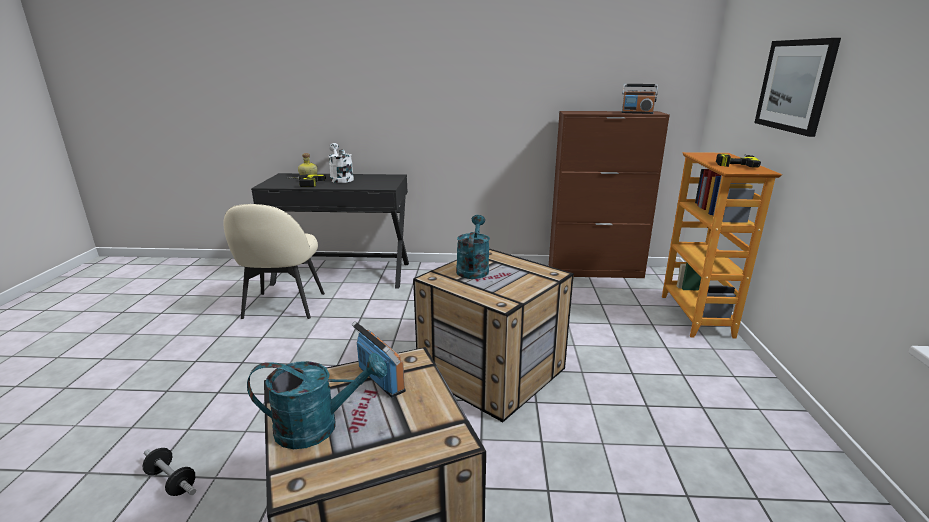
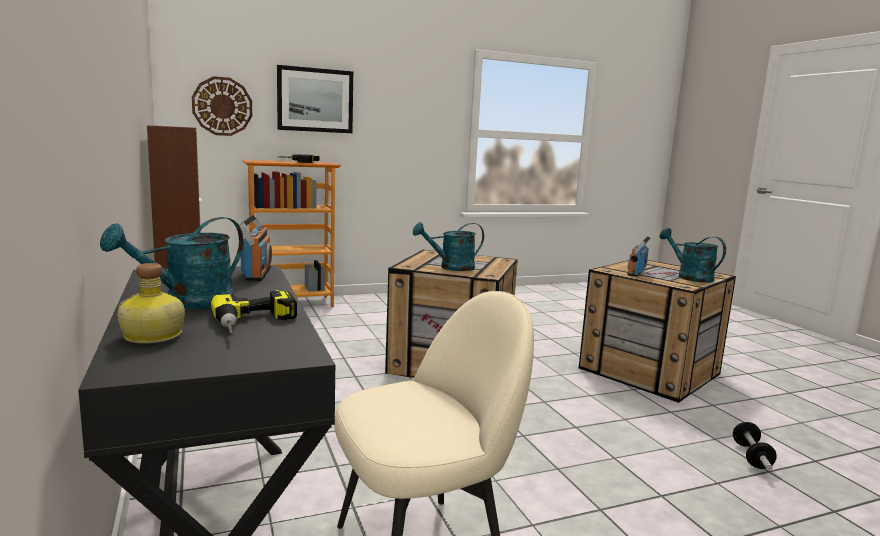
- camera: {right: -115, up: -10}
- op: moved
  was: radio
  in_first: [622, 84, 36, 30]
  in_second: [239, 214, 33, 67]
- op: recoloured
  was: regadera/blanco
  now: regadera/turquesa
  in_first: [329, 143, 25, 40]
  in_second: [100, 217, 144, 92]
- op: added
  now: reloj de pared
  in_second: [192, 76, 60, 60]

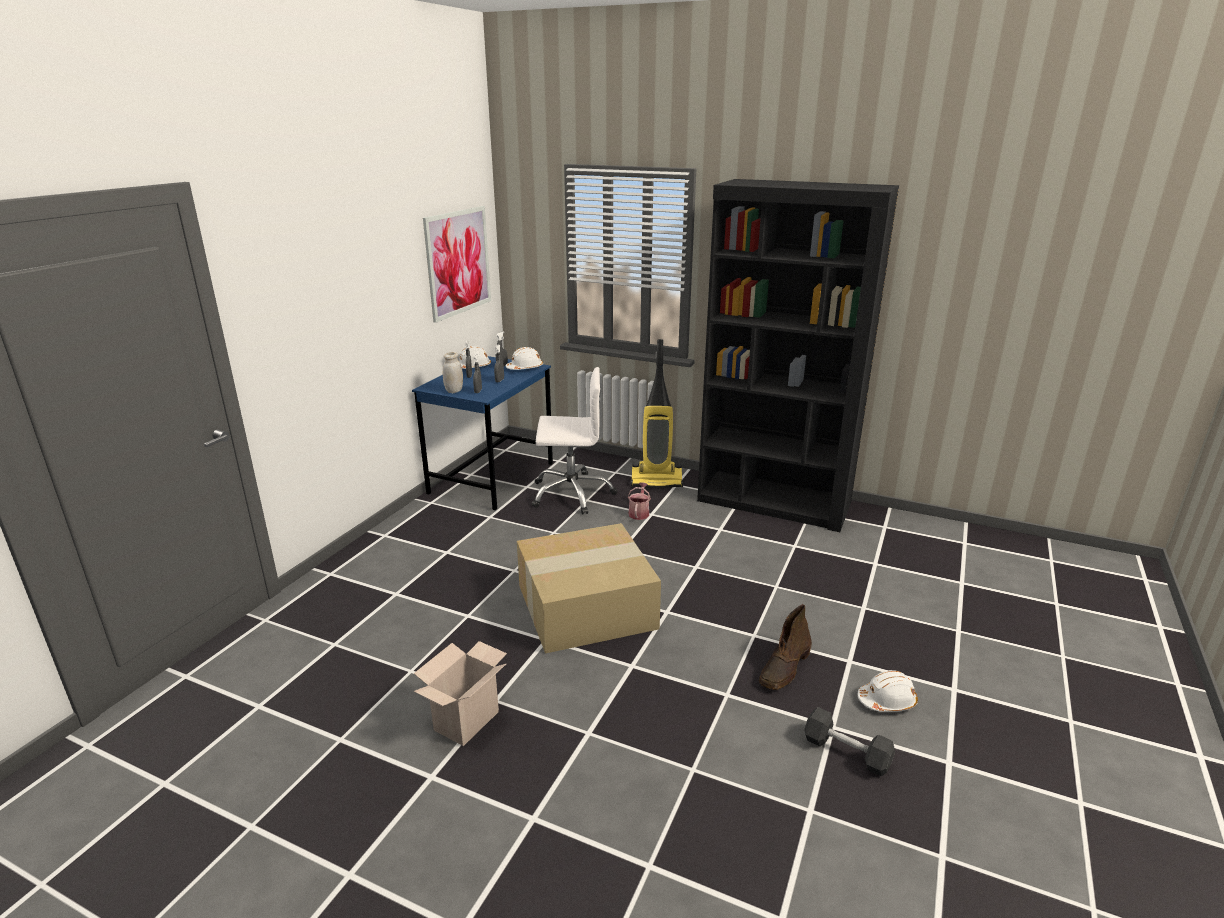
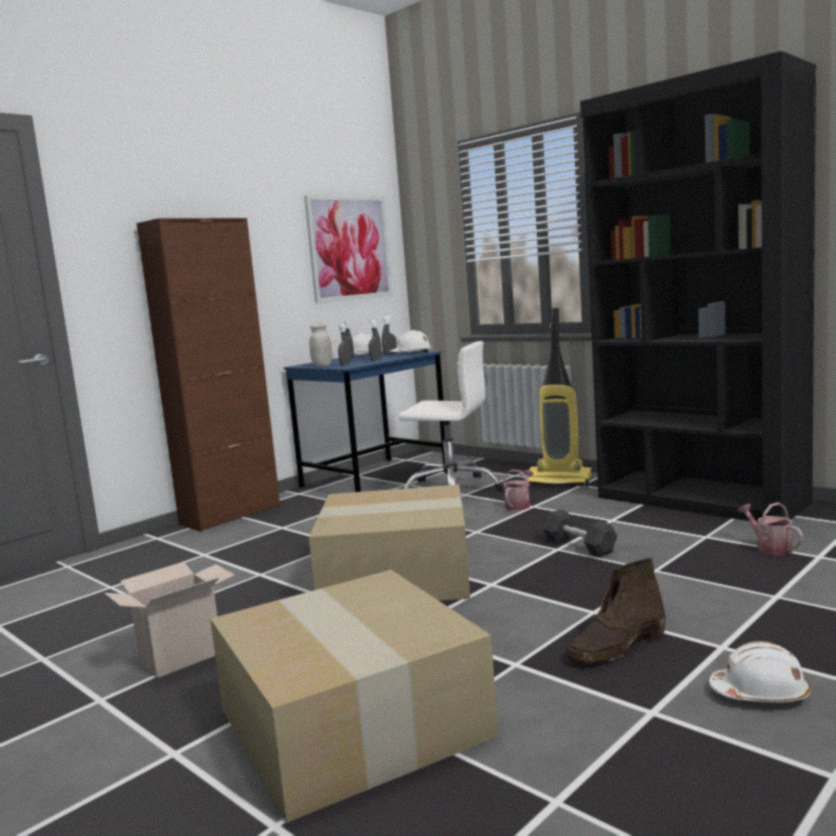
- camera: {right: 20, up: -15}
- op: moved
  was: mancuerna/gris
  in_first: [804, 707, 91, 69]
  in_second: [542, 510, 75, 47]
- op: added
  now: armario/marrón
  in_second: [137, 218, 143, 314]
- op: added
  now: regadera
  in_second: [738, 502, 65, 53]
- op: added
  now: caja de cartón
  in_second: [210, 570, 288, 252]

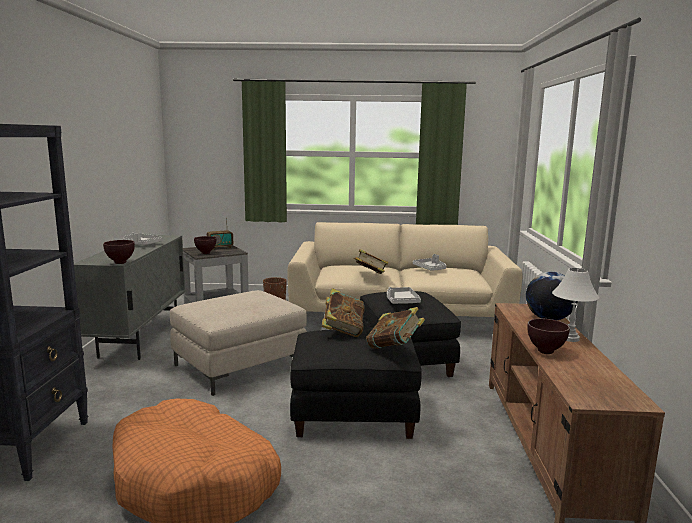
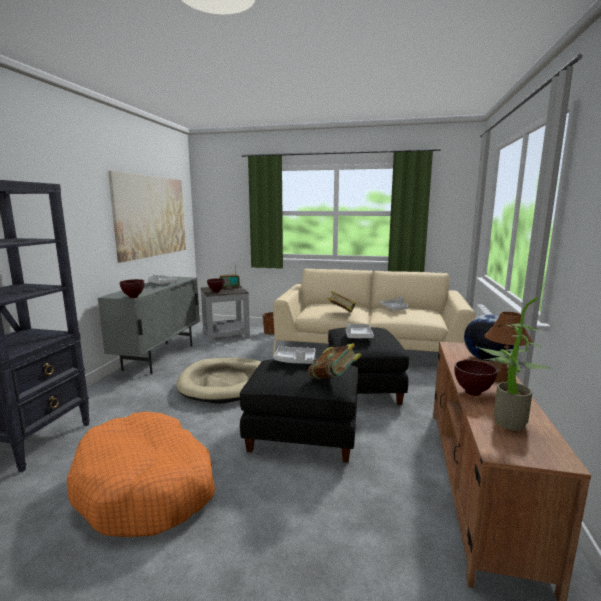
- camera: {right: 10, up: 0}
- op: recoloured
  was: lámpara de mesa/blanco
  now: lámpara de mesa/marrón
  in_first: [552, 268, 47, 74]
  in_second: [484, 312, 49, 71]
- op: replaced
  was: libro
  now: bandeja/gris
  in_first: [321, 288, 44, 49]
  in_second: [274, 347, 42, 17]
- op: replaced
  was: puf/beis
  now: cama para perro/beis
  in_first: [170, 290, 137, 106]
  in_second: [176, 358, 85, 46]
- op: added
  now: cuadro
  in_second: [108, 171, 78, 92]
- op: added
  now: planta en maceta
  in_second: [475, 297, 79, 134]

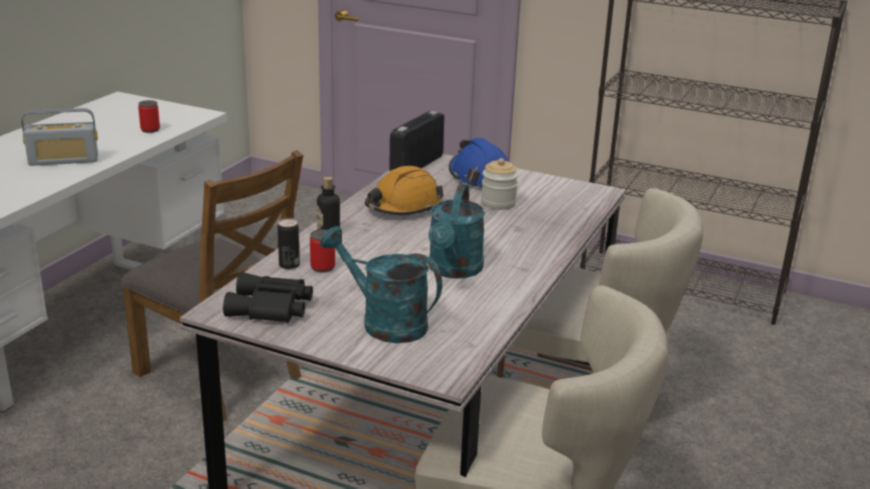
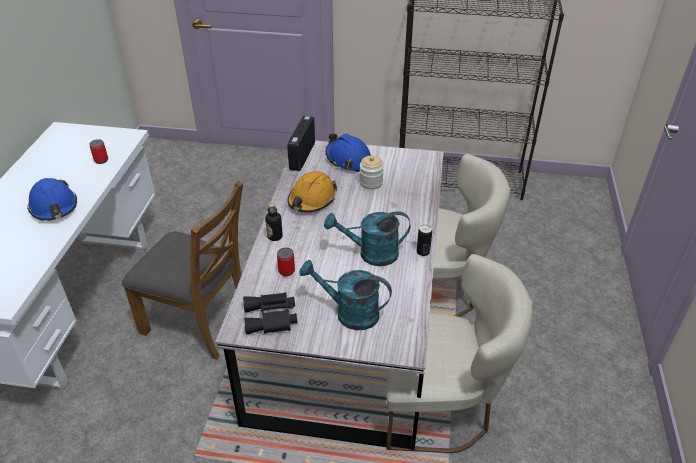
- camera: {right: -15, up: 15}
- op: replaced
  was: radio
  now: casco/azul
  in_first: [21, 108, 77, 58]
  in_second: [27, 178, 50, 43]
- op: turned
  was: regadera/turquesa
  in_first: [429, 184, 56, 95]
  in_second: [324, 211, 86, 55]
  clockwise: 90
- op: moved
  was: lata
  in_first: [278, 218, 22, 51]
  in_second: [417, 224, 15, 32]

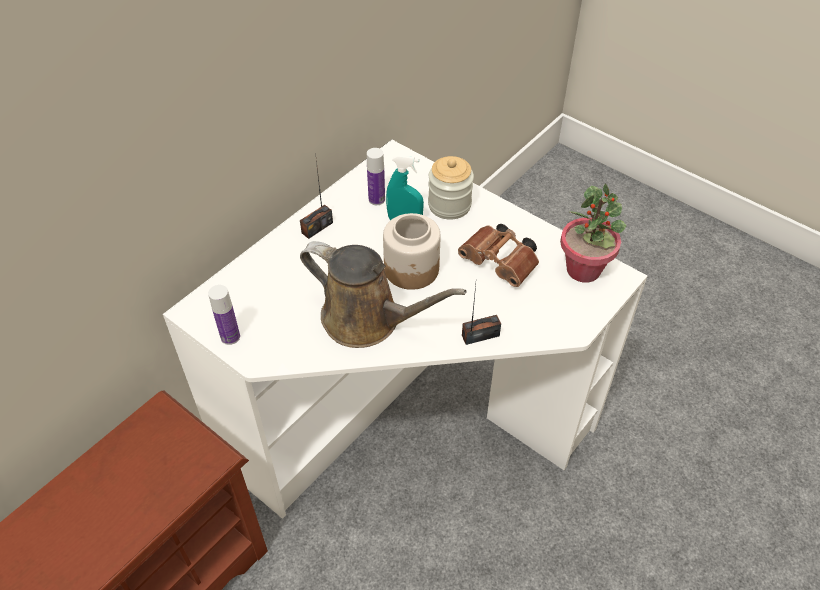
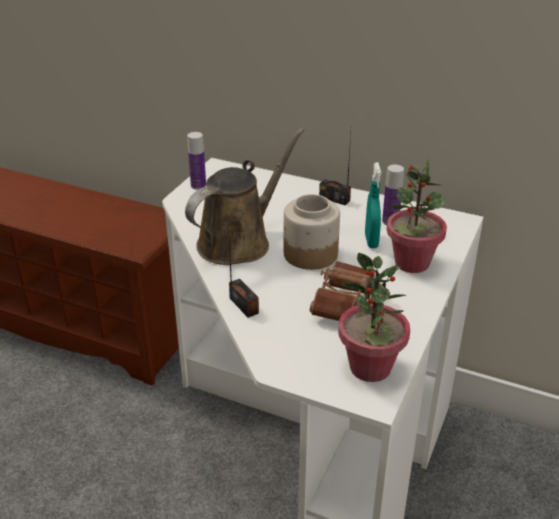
- camera: {right: 75, up: -15}
- op: replaced
  was: tarro
  now: planta en maceta
  in_first: [428, 156, 46, 64]
  in_second: [387, 158, 60, 115]
- op: turned
  was: regadera/marrón
  in_first: [300, 241, 167, 107]
  in_second: [185, 128, 120, 137]
  clockwise: -150

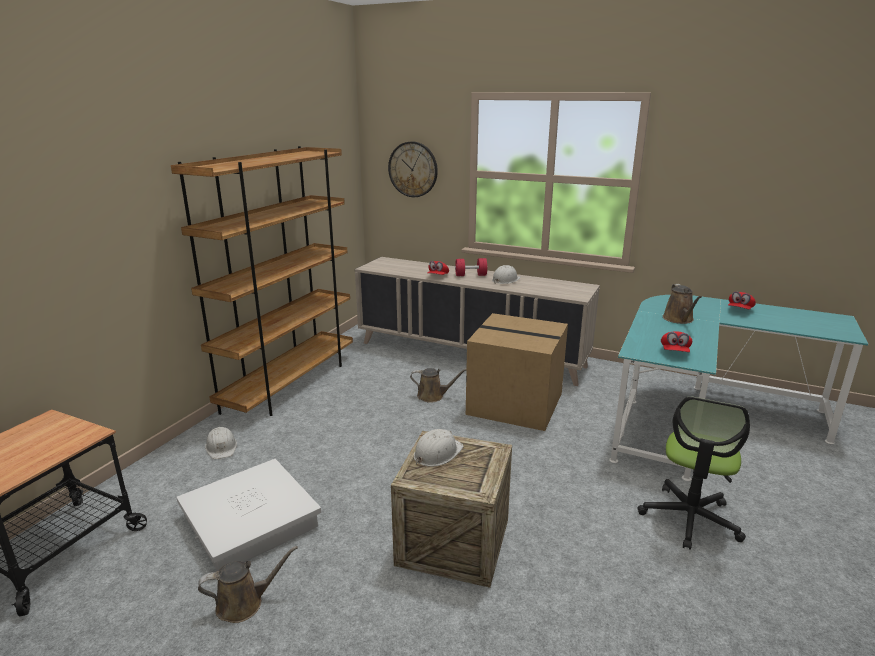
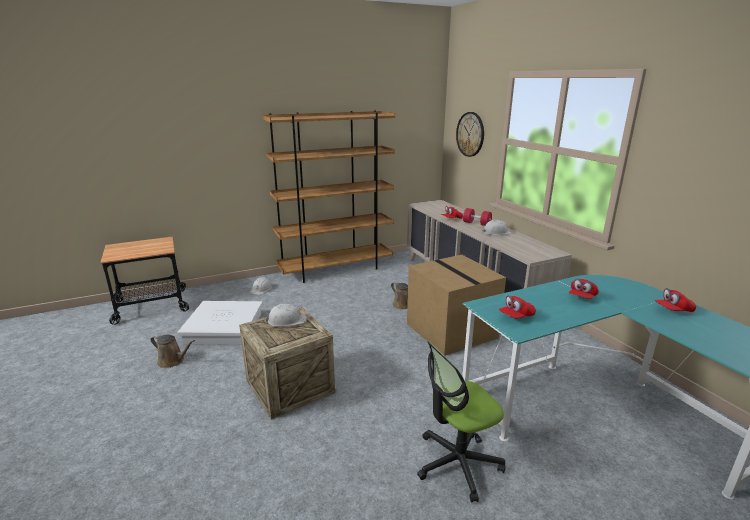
- camera: {right: 40, up: 0}
- op: replaced
  was: regadera/marrón
  now: gorra/rojo
  in_first: [663, 284, 39, 40]
  in_second: [569, 279, 30, 20]

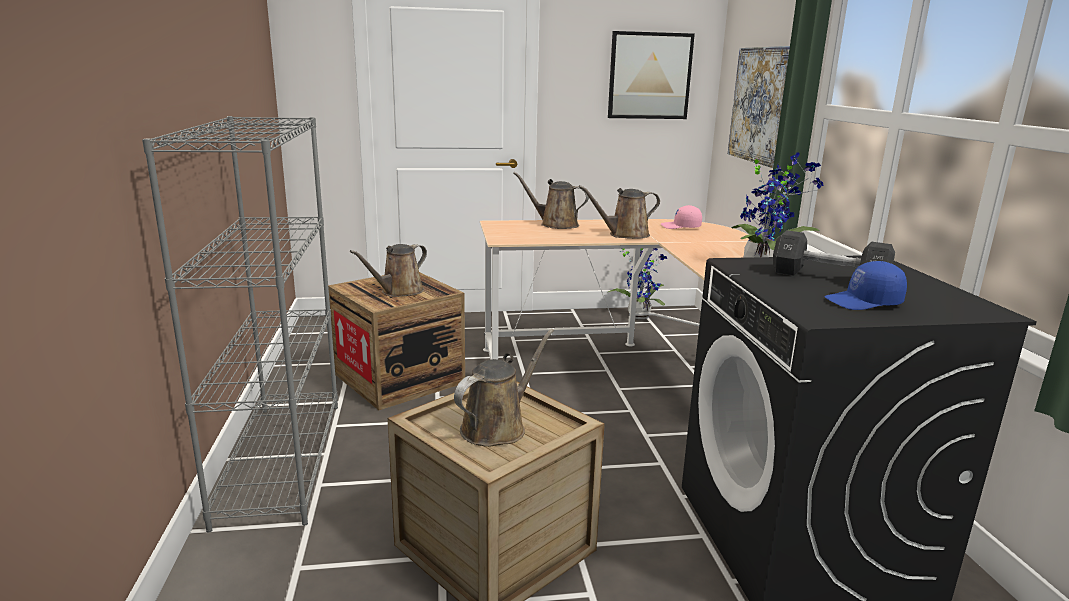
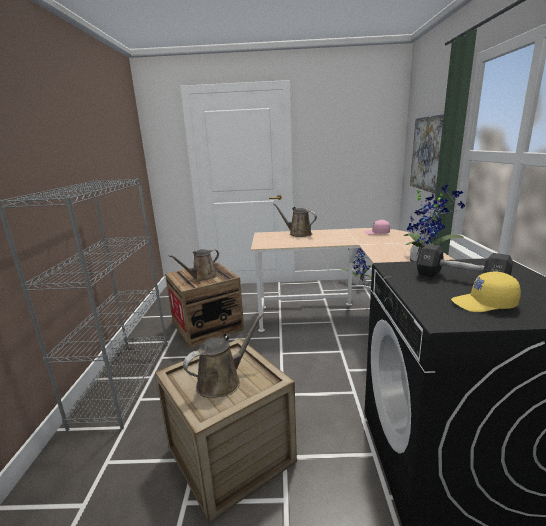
- camera: {right: 10, up: 0}
- op: removed
  was: cuadro
  in_first: [608, 31, 87, 88]
- op: removed
  was: regadera/marrón
  in_first: [579, 185, 81, 54]
- op: recoloured
  was: gorra/azul
  now: gorra/amarillo
  in_first: [825, 261, 82, 49]
  in_second: [451, 272, 70, 40]

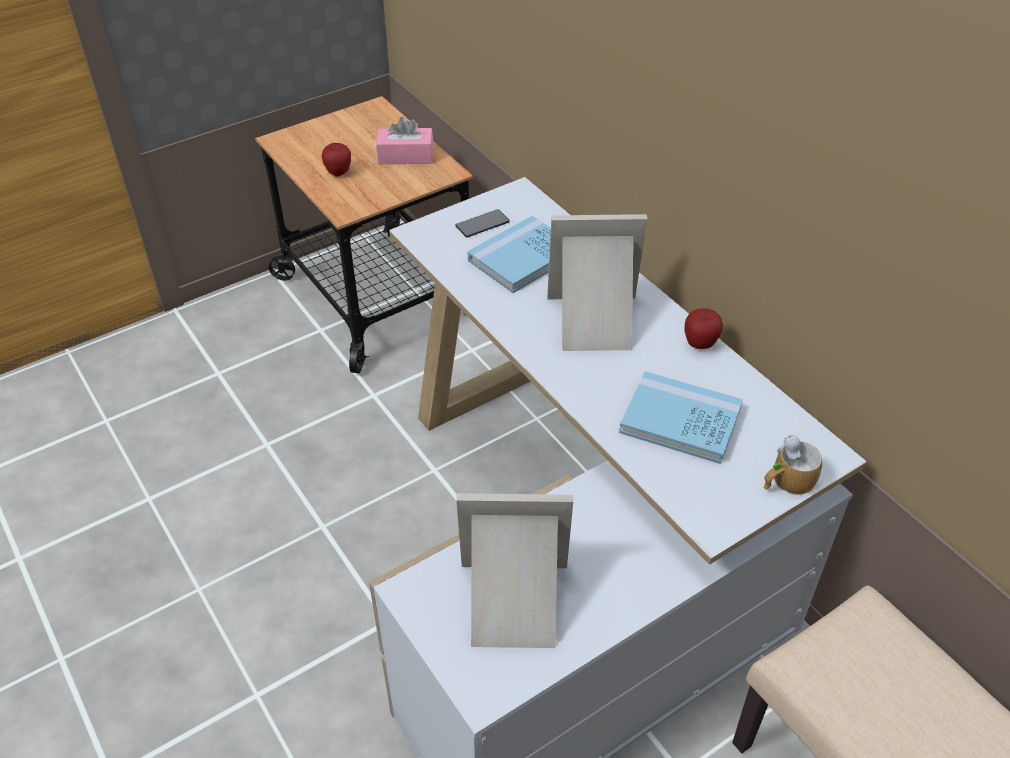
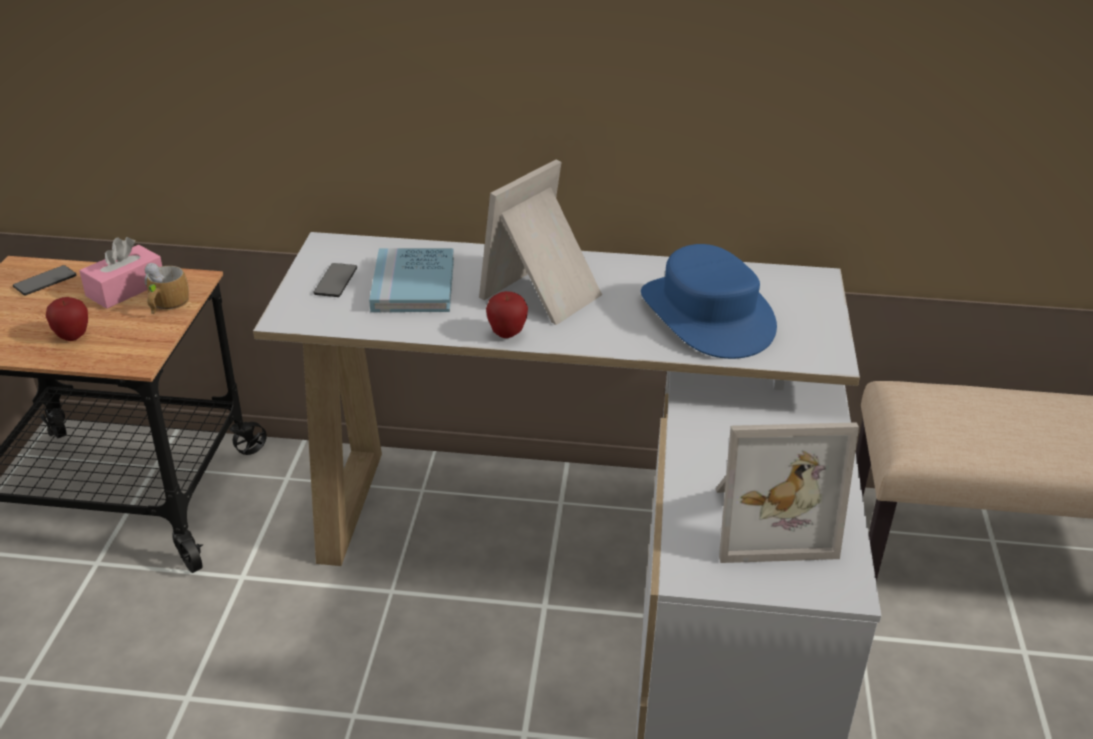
- camera: {right: -50, up: -10}
- op: moved
  was: manzana
  in_first: [685, 308, 38, 41]
  in_second: [486, 291, 42, 47]
- op: replaced
  was: libro/azul
  now: sombrero/azul
  in_first: [619, 371, 124, 93]
  in_second: [641, 244, 136, 115]
- op: moved
  was: taza grande
  in_first: [764, 435, 58, 60]
  in_second: [144, 263, 45, 51]
- op: turned
  was: portarretratos
  in_first: [456, 493, 117, 155]
  in_second: [715, 422, 144, 141]
  clockwise: -135
- op: added
  now: móvil
  in_second: [13, 265, 63, 30]

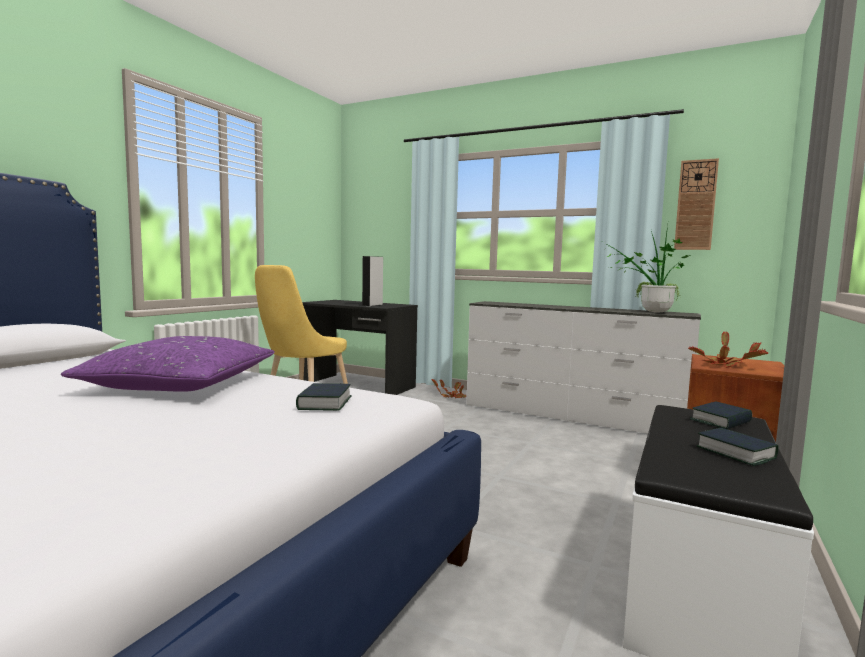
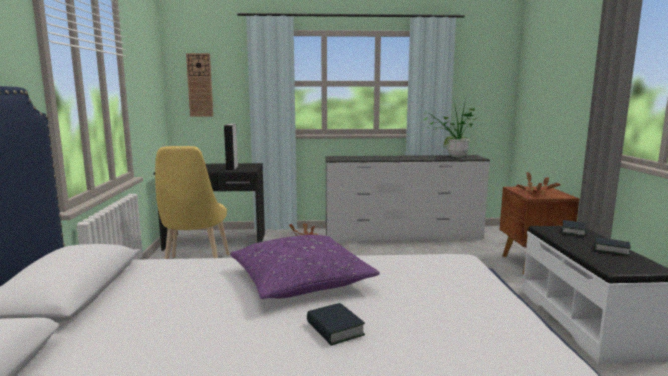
- camera: {right: -30, up: 5}
- op: moved
  was: reloj de pared
  in_first: [674, 158, 45, 92]
  in_second: [186, 53, 27, 63]
- op: moved
  was: libro
  in_first: [296, 383, 55, 28]
  in_second: [307, 303, 58, 43]

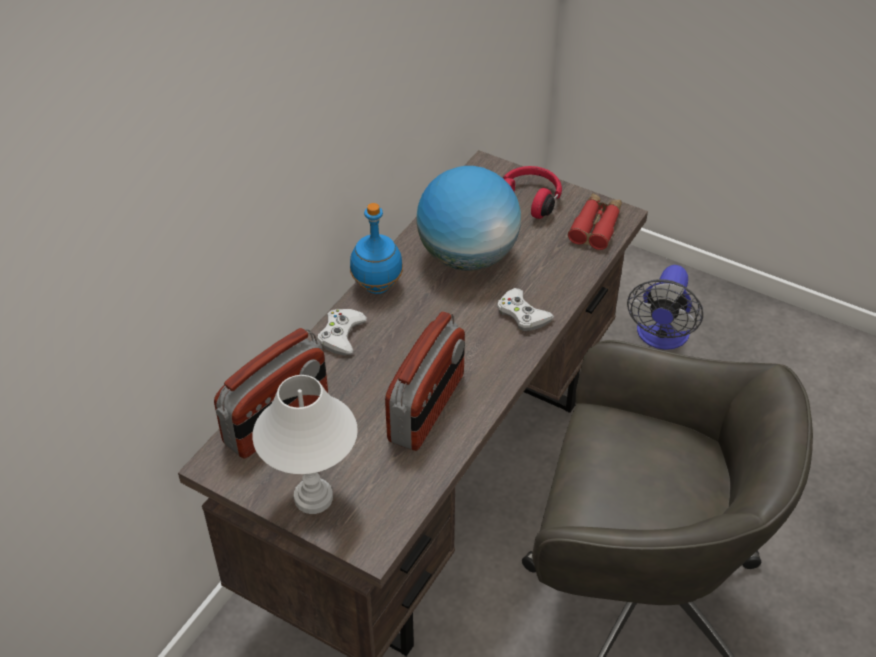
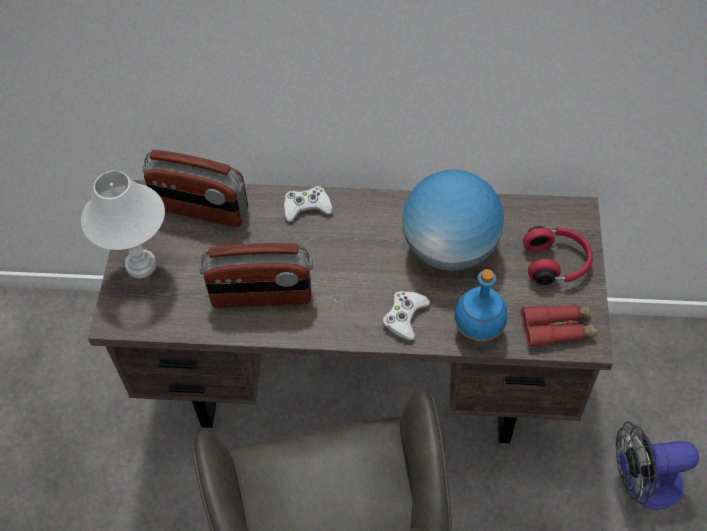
- camera: {right: 65, up: 10}
- op: moved
  was: botella/azul
  in_first: [350, 203, 53, 91]
  in_second: [454, 269, 53, 73]

